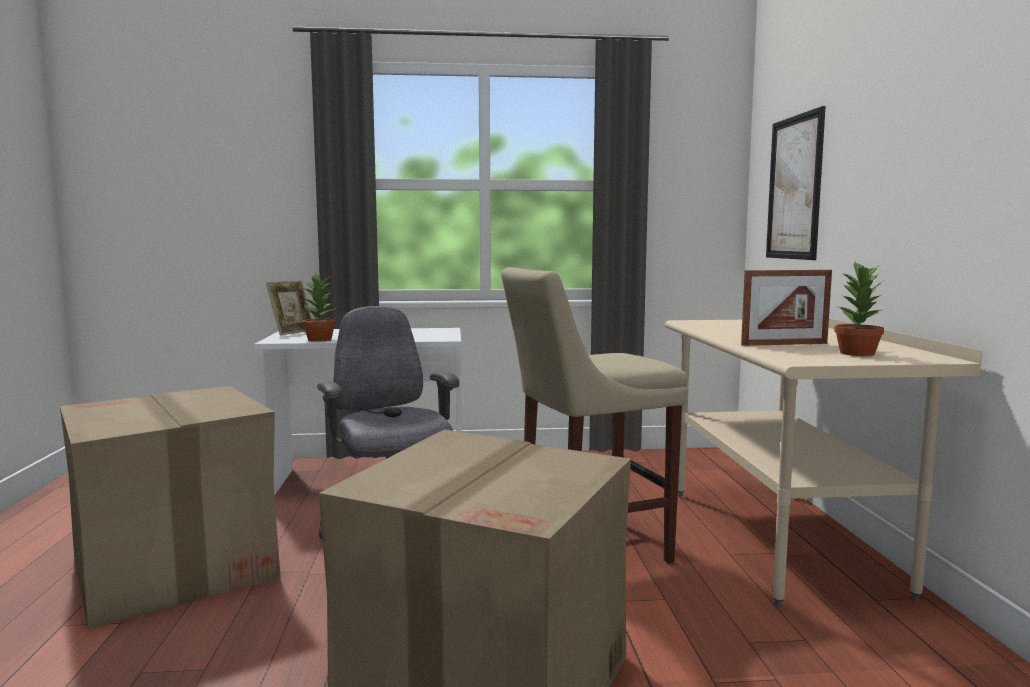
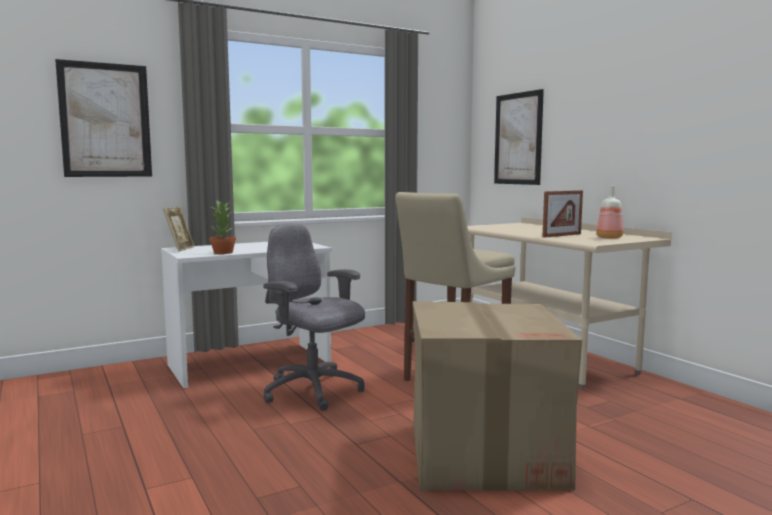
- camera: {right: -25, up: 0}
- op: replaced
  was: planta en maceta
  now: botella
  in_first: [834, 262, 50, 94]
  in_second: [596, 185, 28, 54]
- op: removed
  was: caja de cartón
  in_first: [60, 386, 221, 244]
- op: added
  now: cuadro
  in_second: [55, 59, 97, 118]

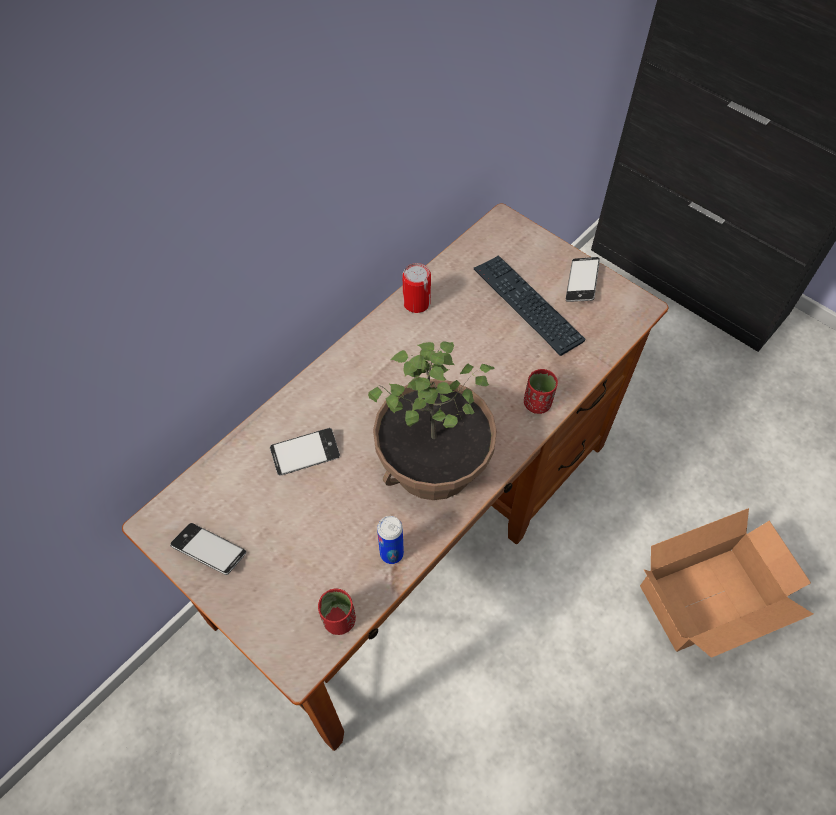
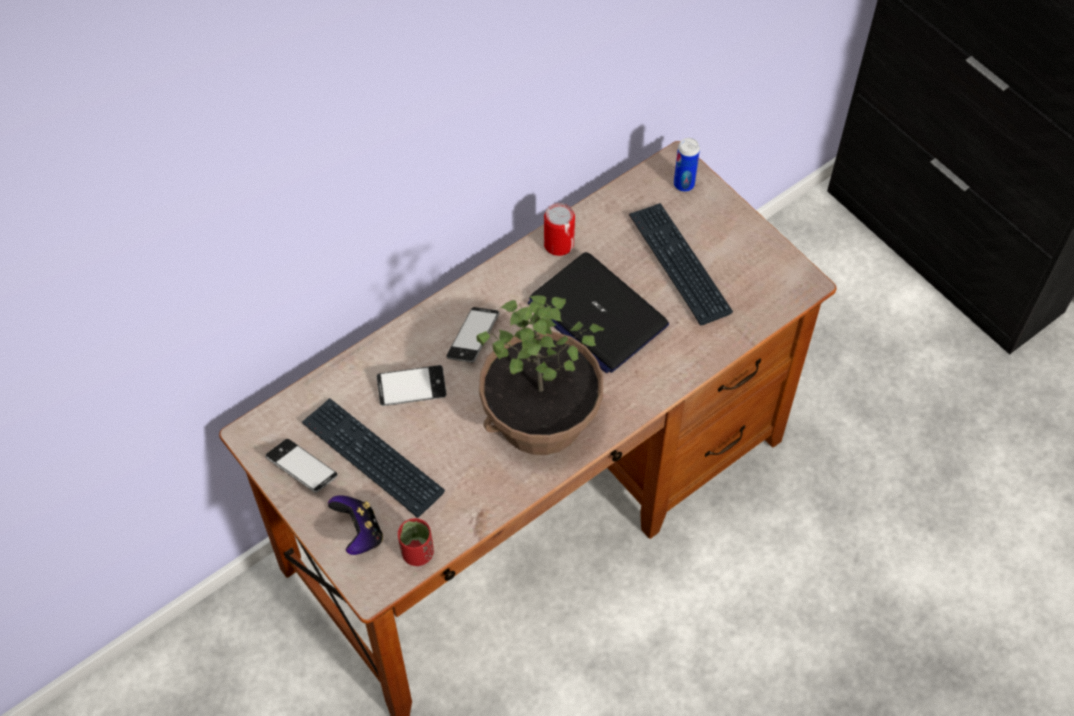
- camera: {right: 10, up: 0}
- op: moved
  was: móvil
  in_first: [566, 257, 34, 45]
  in_second: [446, 307, 53, 56]
- op: removed
  was: taza/rojo
  in_first: [524, 369, 34, 45]
- op: removed
  was: caja de cartón
  in_first: [640, 508, 173, 150]
- op: moved
  was: lata
  in_first: [377, 516, 27, 48]
  in_second: [674, 138, 26, 54]
- op: added
  now: portátil
  in_second: [528, 252, 141, 121]
- op: added
  now: teclado
  in_second: [302, 398, 143, 120]
- op: added
  now: mando de consola
  in_second: [328, 495, 55, 60]

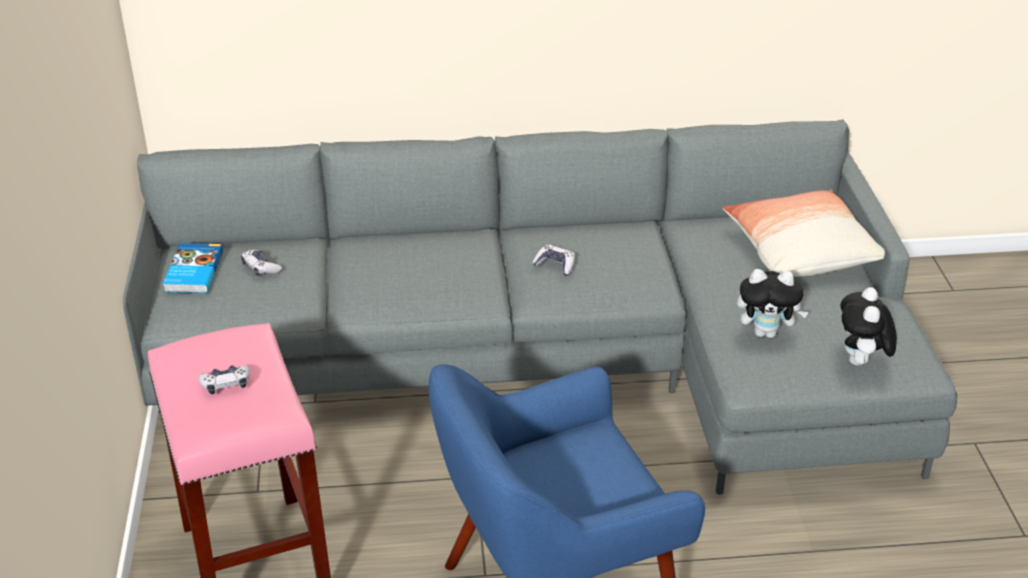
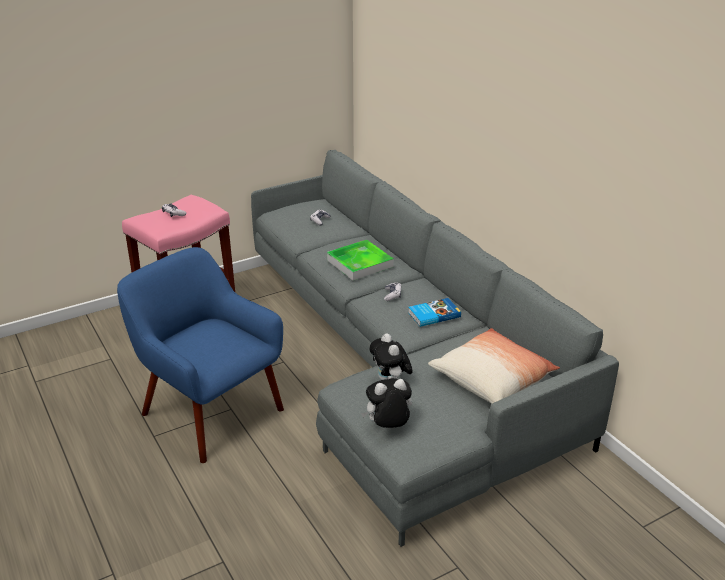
- camera: {right: 65, up: -5}
- op: moved
  was: libro
  in_first: [163, 243, 60, 50]
  in_second: [408, 298, 53, 29]
- op: added
  now: bandeja
  in_second: [327, 240, 67, 41]

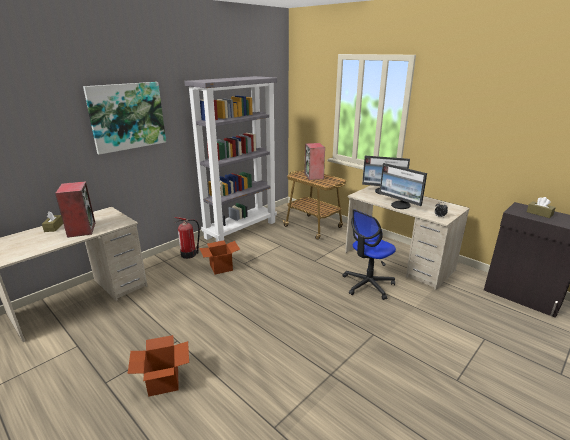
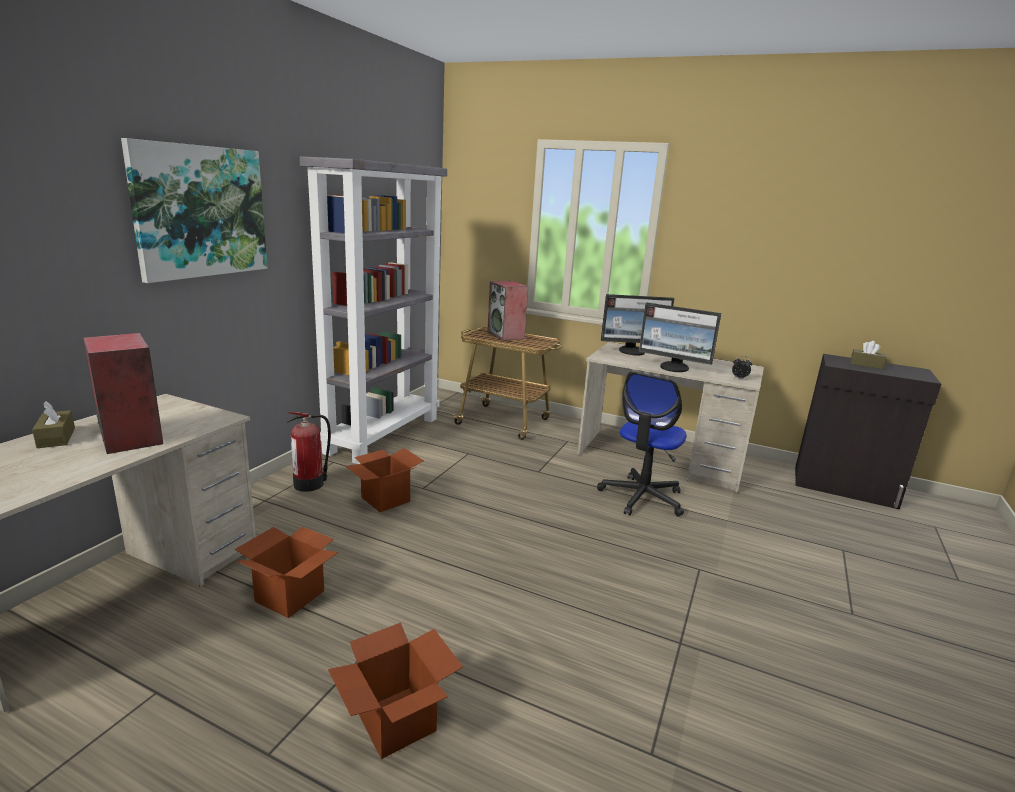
- camera: {right: -20, up: -5}
- op: added
  now: caja de cartón
  in_second: [234, 527, 104, 91]

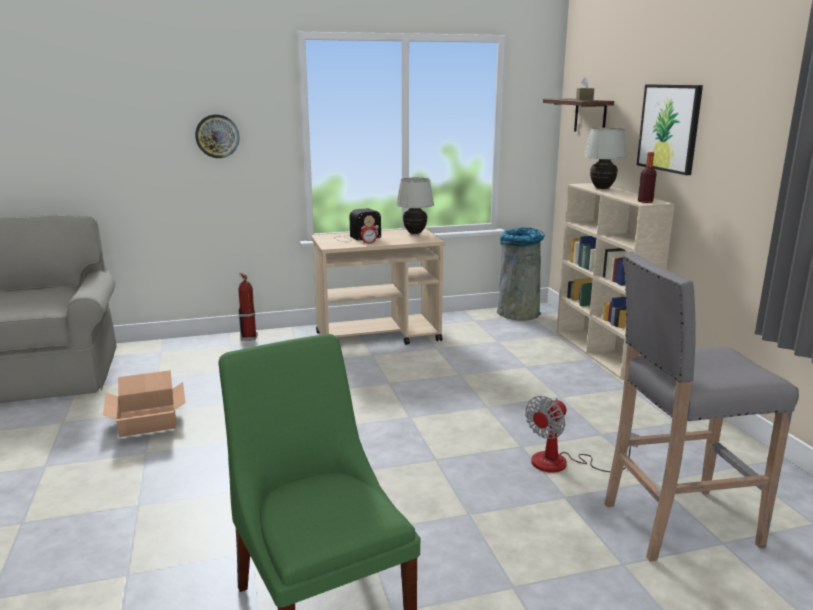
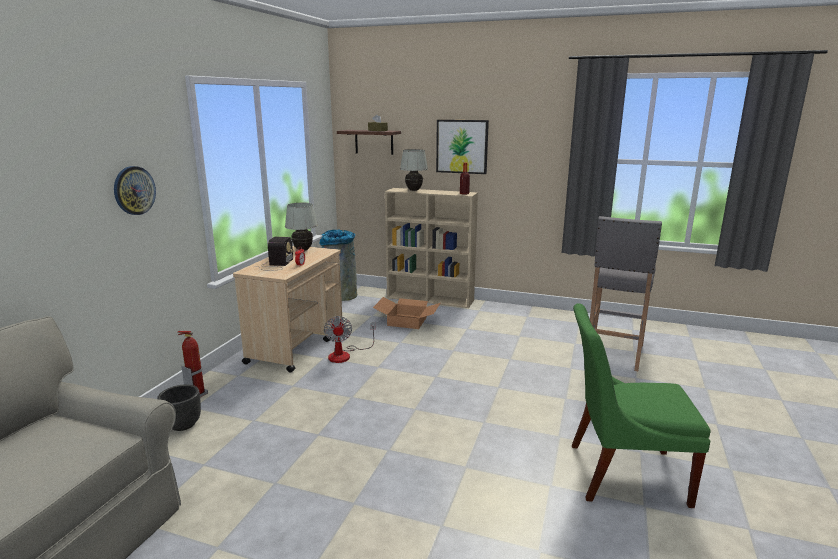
- camera: {right: -55, up: 0}
- op: moved
  was: caja de cartón
  in_first: [103, 370, 82, 67]
  in_second: [373, 297, 67, 32]
- op: moved
  was: ventilador
  in_first: [525, 396, 114, 77]
  in_second: [324, 316, 52, 47]
- op: added
  now: maceta/negro
  in_second: [157, 384, 44, 47]

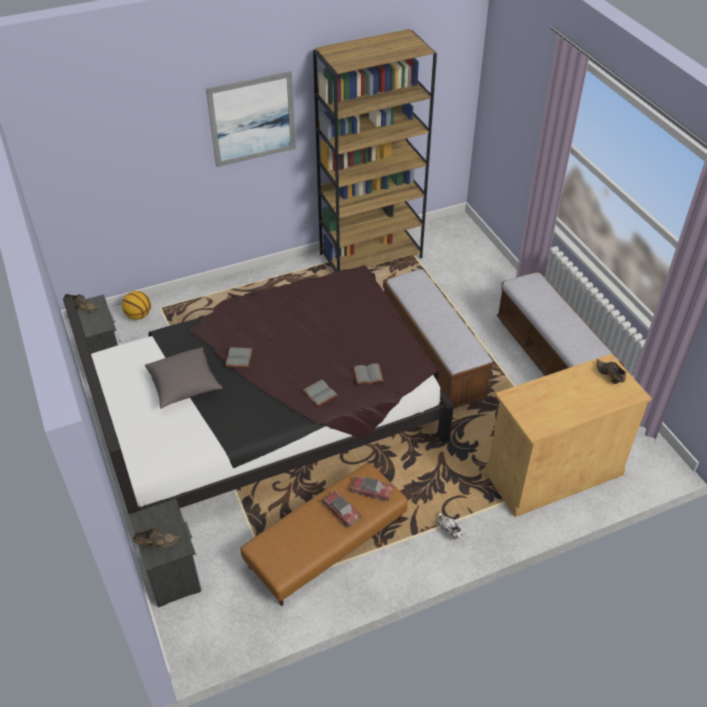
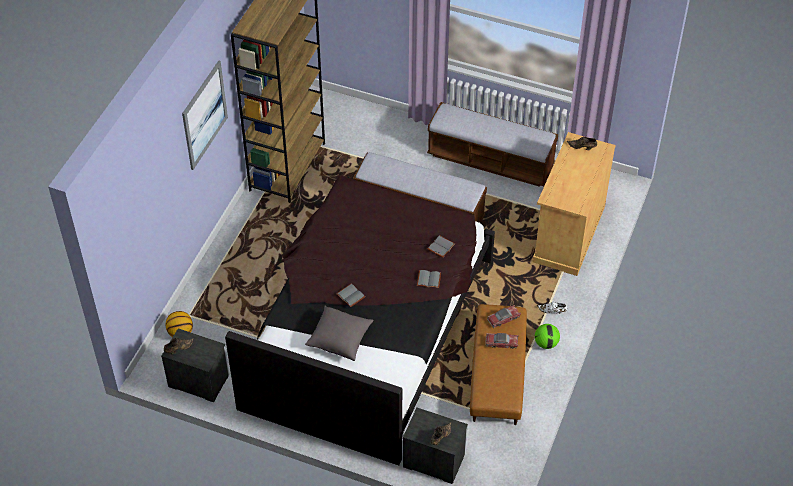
- camera: {right: -45, up: 5}
- op: added
  now: balón de fútbol
  in_second: [535, 324, 25, 25]

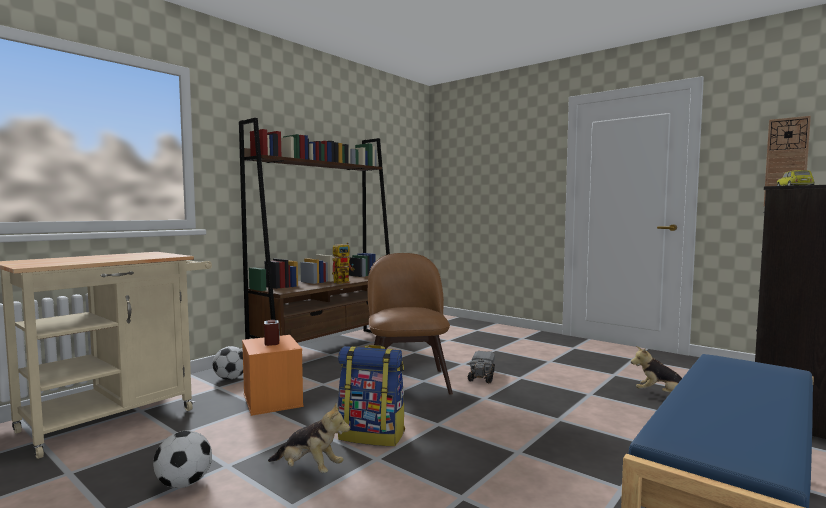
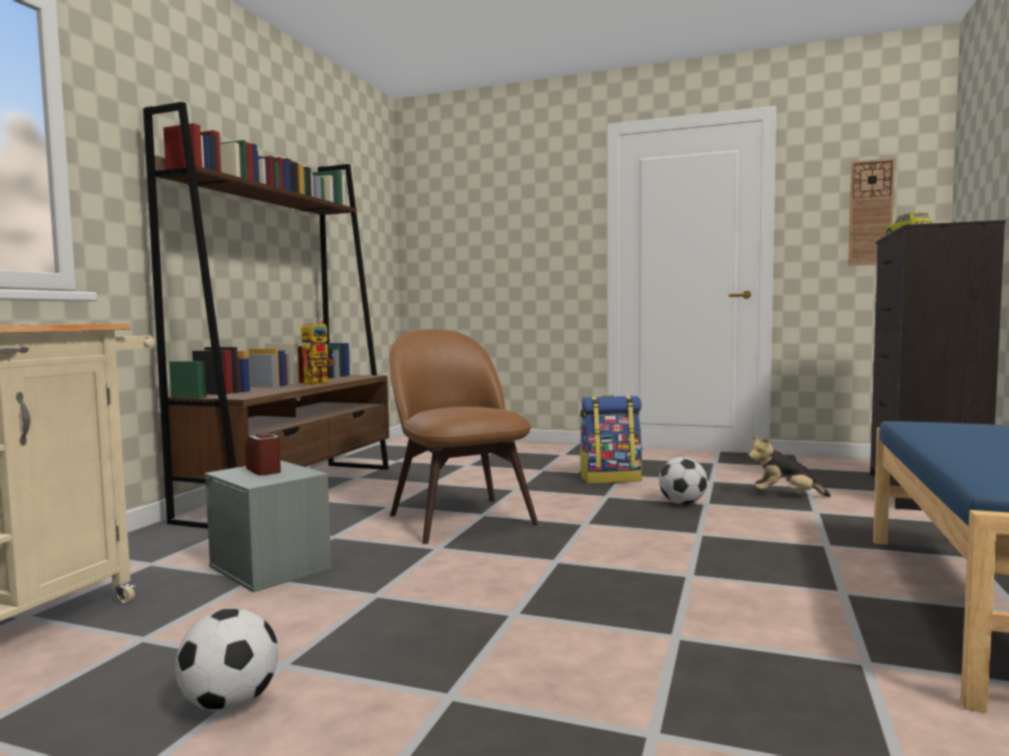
- camera: {right: -20, up: 0}
- op: recoloured
  was: caja de almacenaje/naranja
  now: caja de almacenaje/gris
  in_first: [242, 335, 61, 81]
  in_second: [204, 460, 128, 133]
- op: moved
  was: mochila
  in_first: [337, 345, 68, 101]
  in_second: [579, 395, 63, 88]
- op: moved
  was: balón de fútbol
  in_first: [213, 346, 30, 34]
  in_second: [659, 457, 48, 48]
- op: removed
  was: camión de juguete
  in_first: [468, 351, 27, 32]
- op: removed
  was: peluche
  in_first: [268, 403, 82, 70]

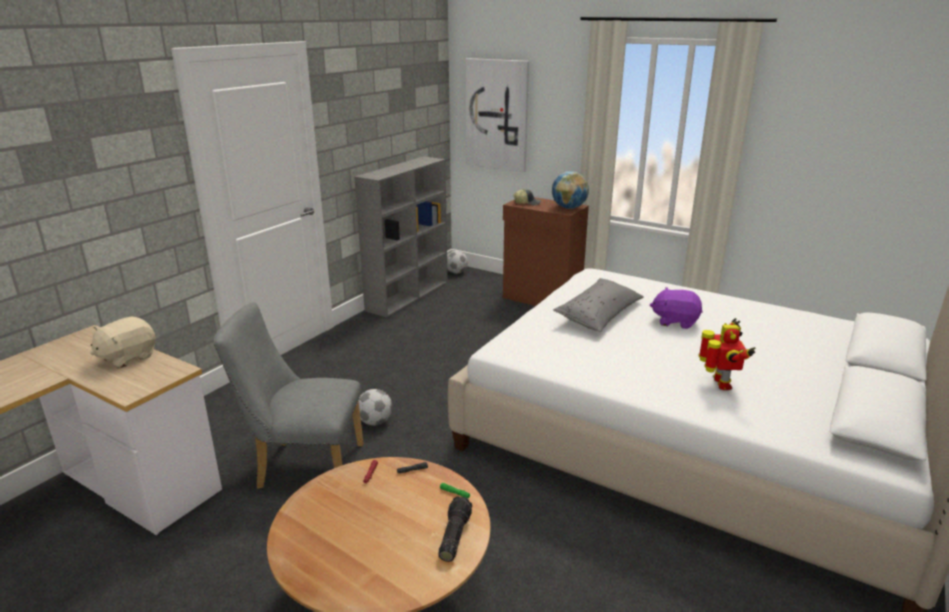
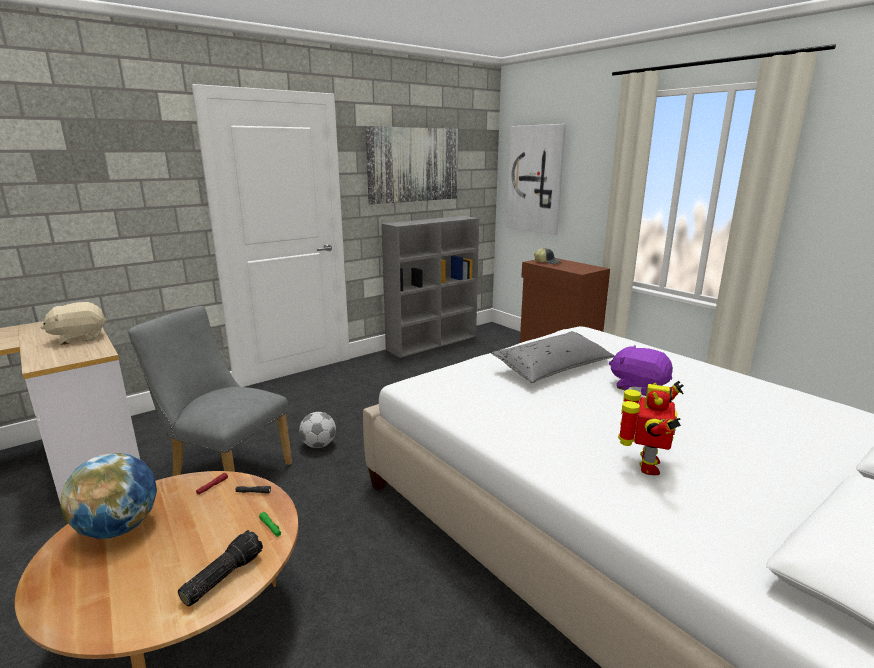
- camera: {right: 20, up: -5}
- op: moved
  was: globo terráqueo
  in_first: [552, 171, 37, 38]
  in_second: [60, 453, 97, 86]
- op: removed
  was: balón de fútbol
  in_first: [447, 251, 21, 23]
- op: added
  now: cuadro
  in_second: [365, 126, 93, 79]

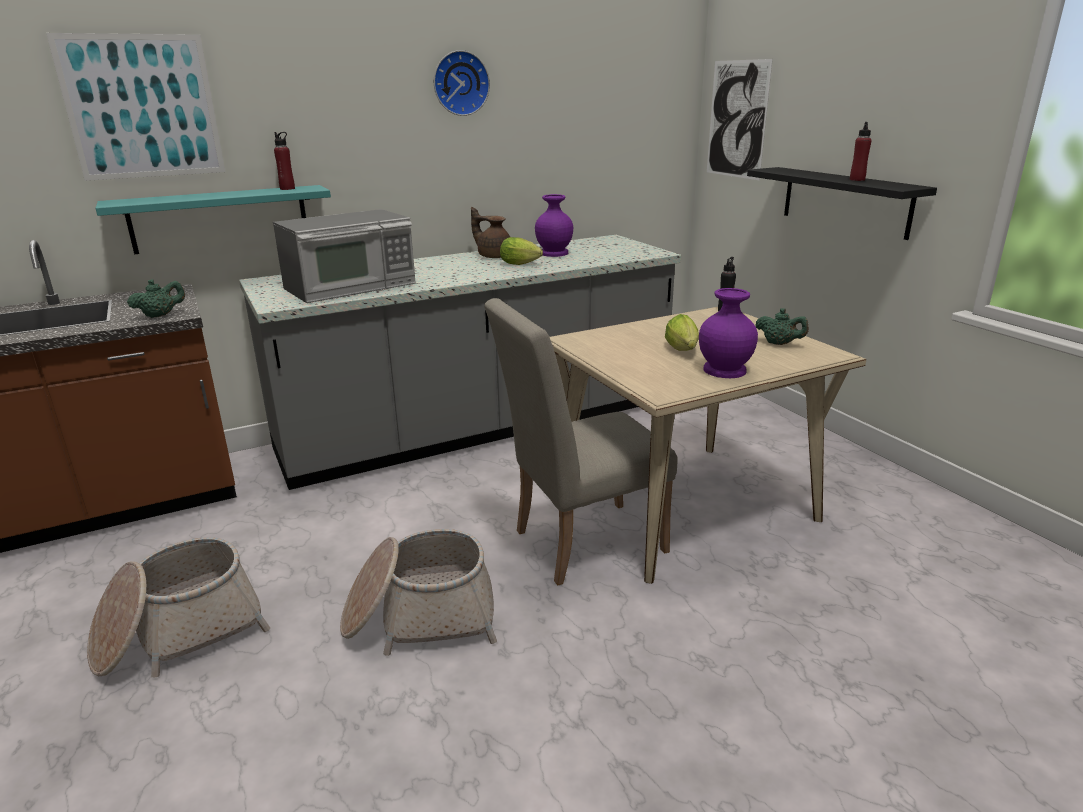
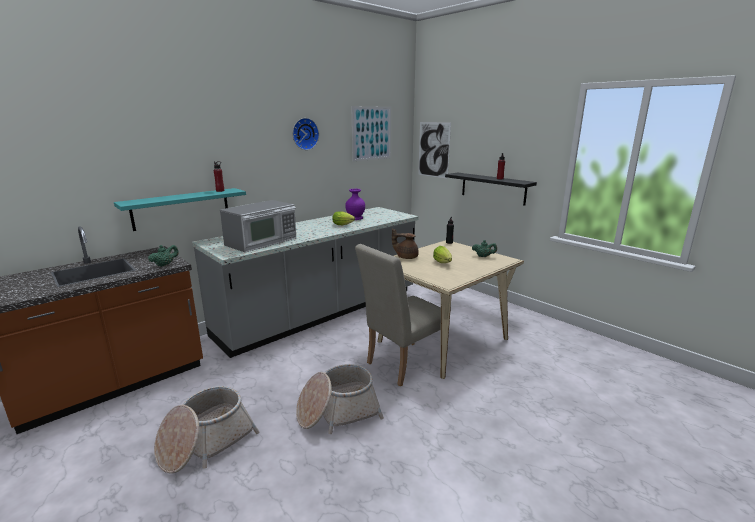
- camera: {right: -15, up: -5}
- op: moved
  was: cuadro
  in_first: [46, 33, 179, 148]
  in_second: [351, 106, 40, 55]
- op: moved
  was: tetera/marrón
  in_first: [471, 207, 39, 51]
  in_second: [392, 228, 27, 31]
- op: removed
  was: florero/morado
  in_first: [699, 288, 59, 90]

